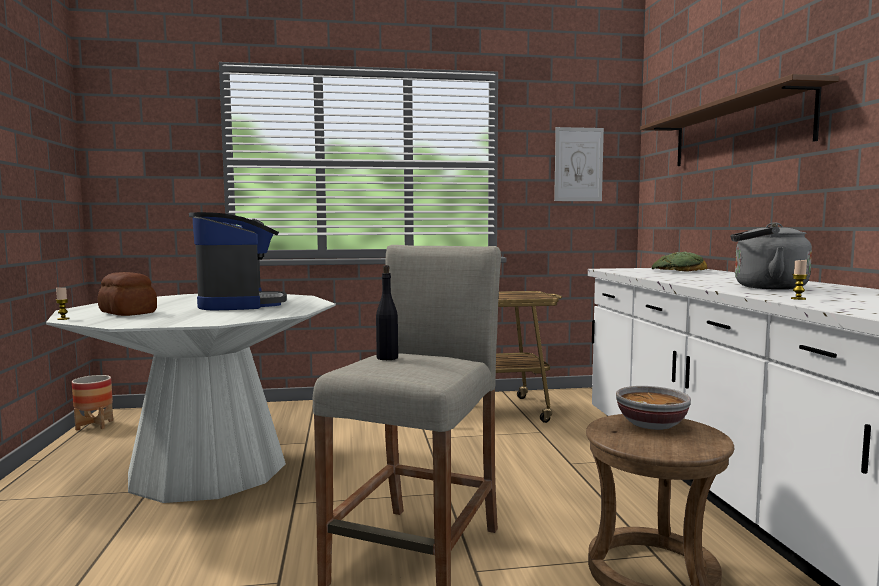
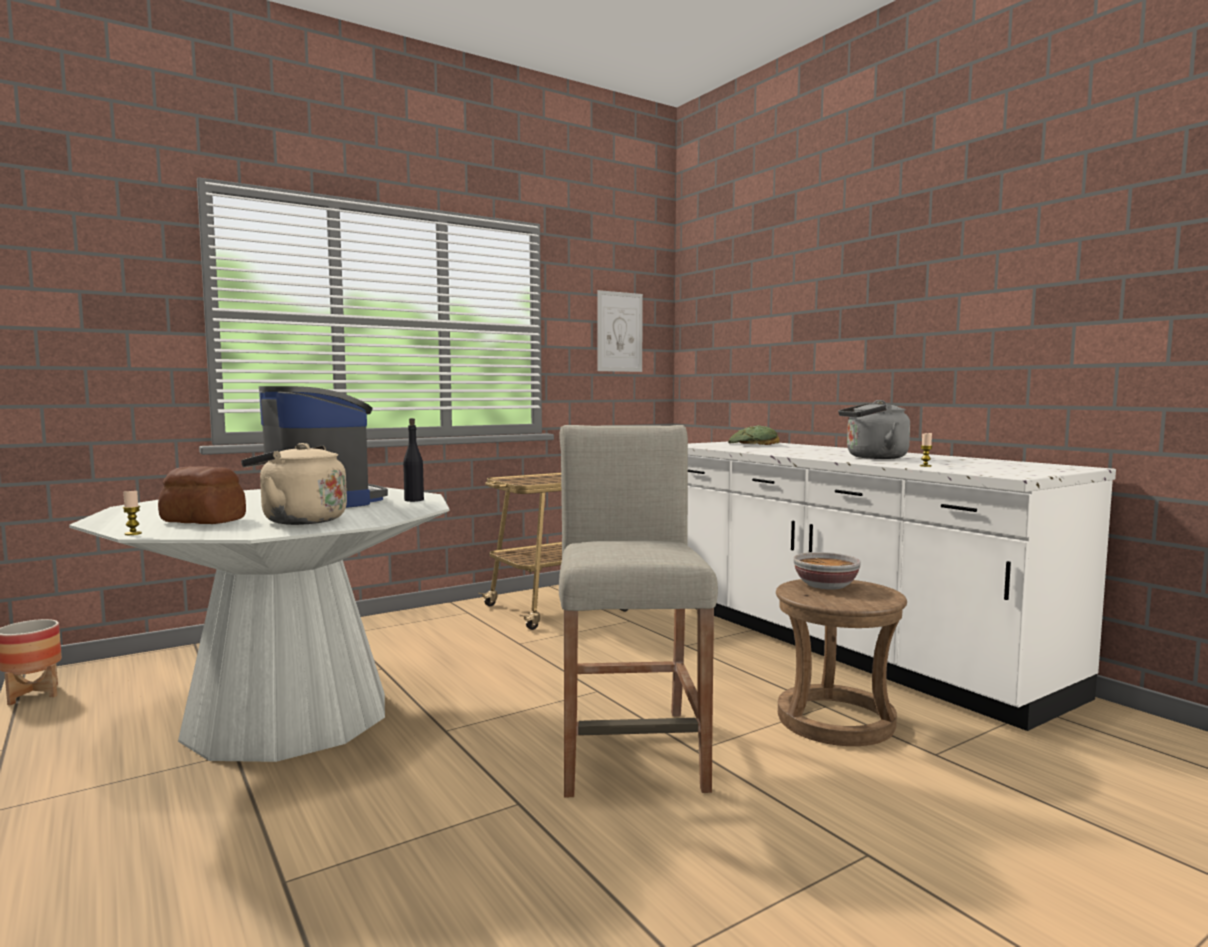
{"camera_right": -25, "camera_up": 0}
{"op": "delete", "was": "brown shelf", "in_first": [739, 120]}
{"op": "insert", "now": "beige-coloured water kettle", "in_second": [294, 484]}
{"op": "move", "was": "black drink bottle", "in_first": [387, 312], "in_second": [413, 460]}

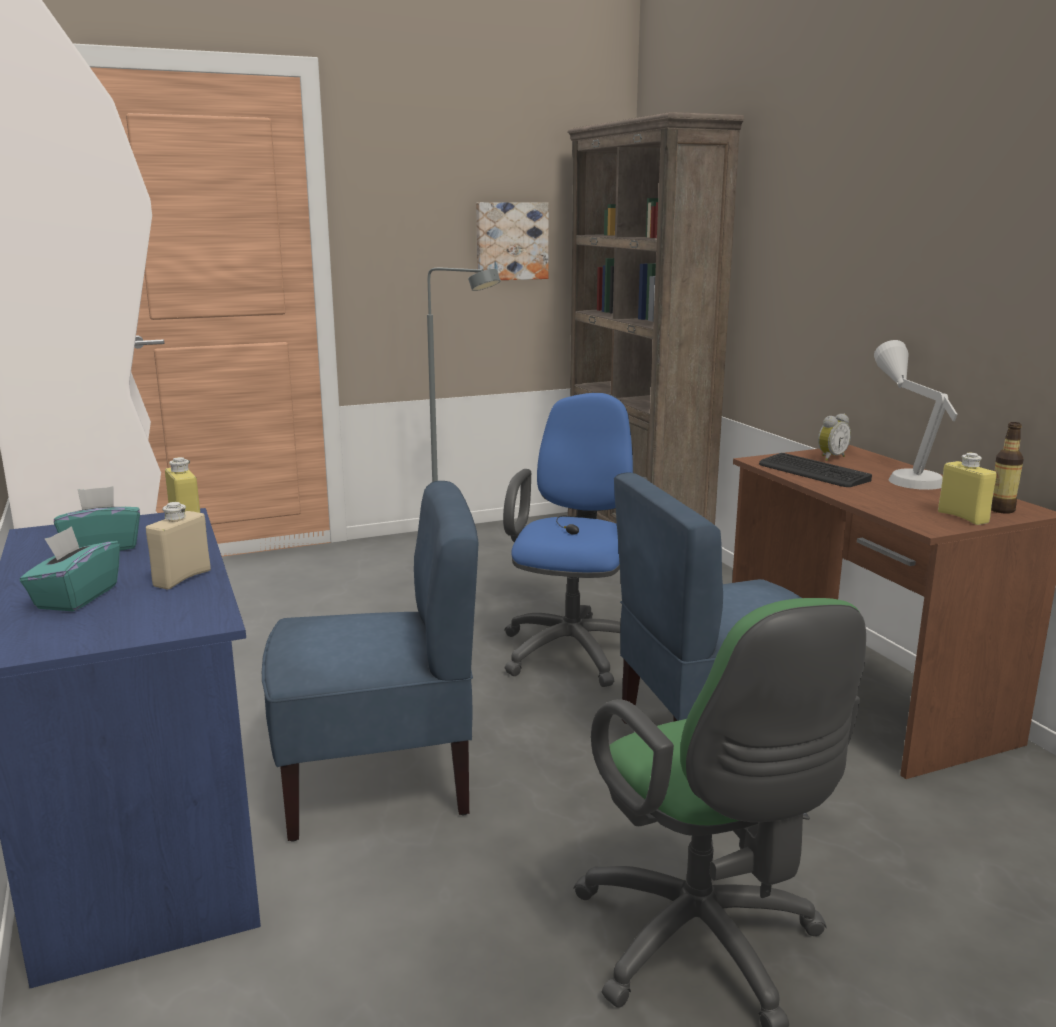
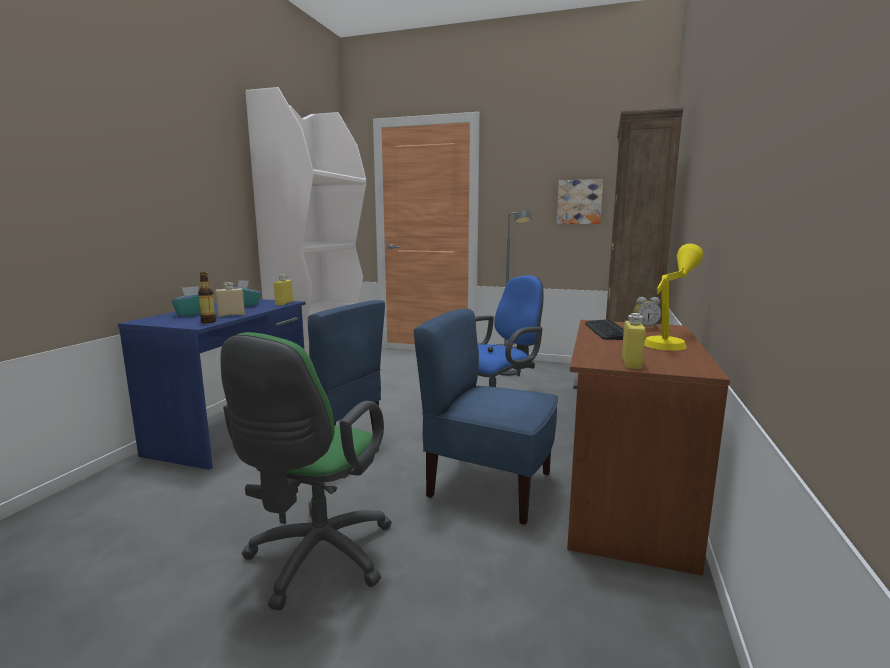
{"camera_right": 40, "camera_up": -5}
{"op": "move", "was": "drink bottle", "in_first": [1007, 468], "in_second": [207, 297]}
{"op": "recolor", "was": "gray table lamp", "now": "yellow-coloured table lamp", "in_first": [916, 415], "in_second": [674, 297]}

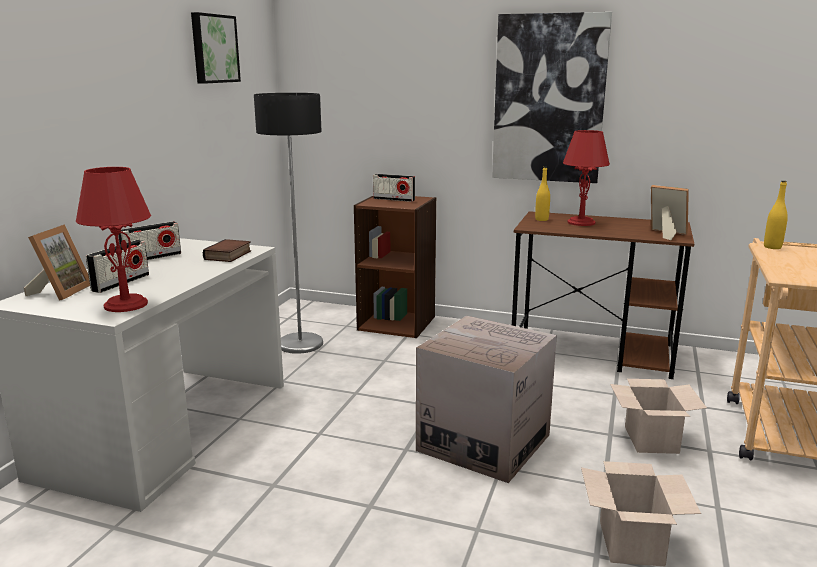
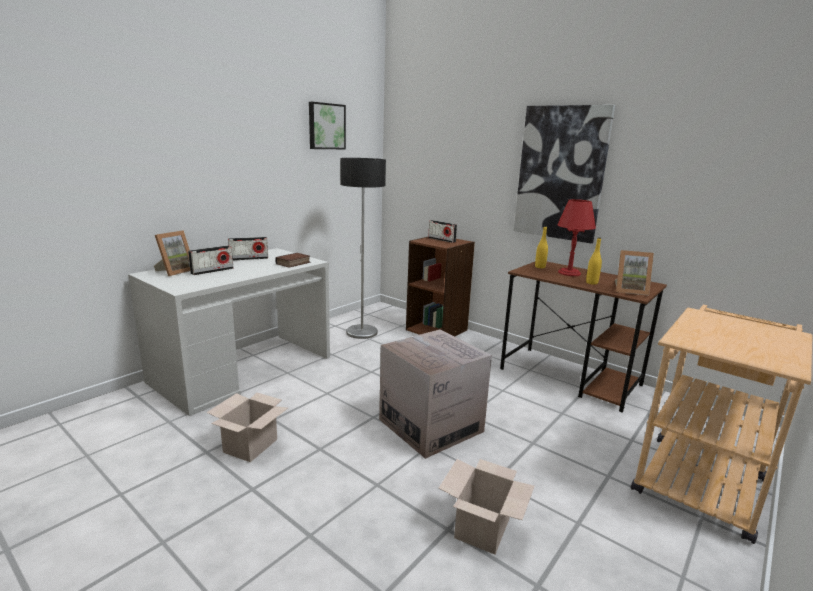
{"camera_right": 20, "camera_up": 0}
{"op": "delete", "was": "red-coloured table lamp", "in_first": [113, 239]}
{"op": "move", "was": "packing box", "in_first": [658, 416], "in_second": [247, 427]}
{"op": "move", "was": "yellow-coloured drink bottle", "in_first": [776, 215], "in_second": [594, 261]}
{"op": "rotate", "was": "picture frame", "in_first": [670, 212], "in_second": [634, 273], "clockwise": 135}

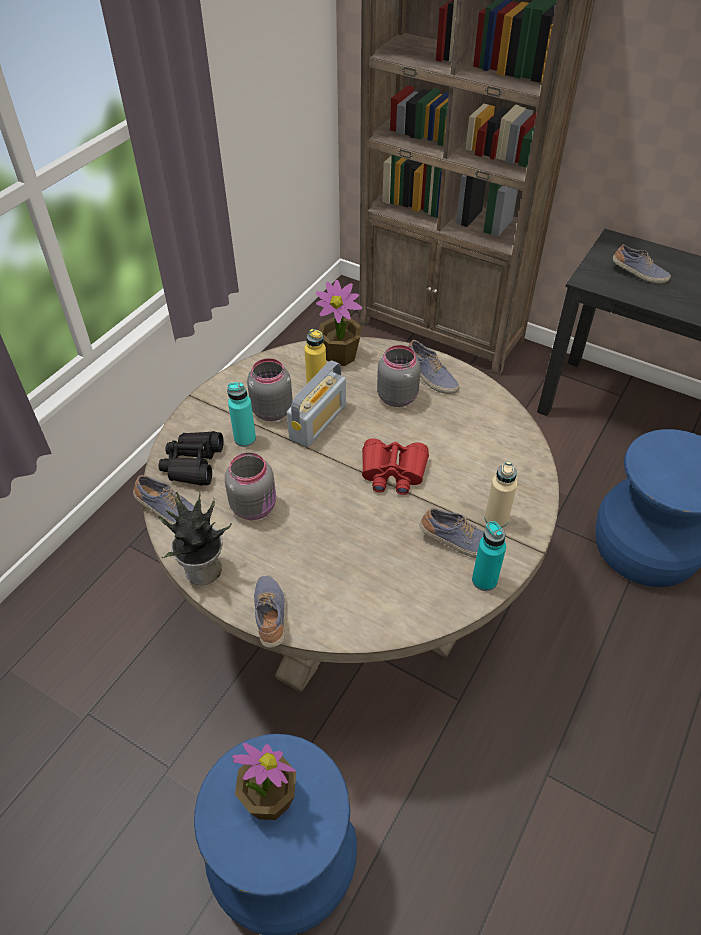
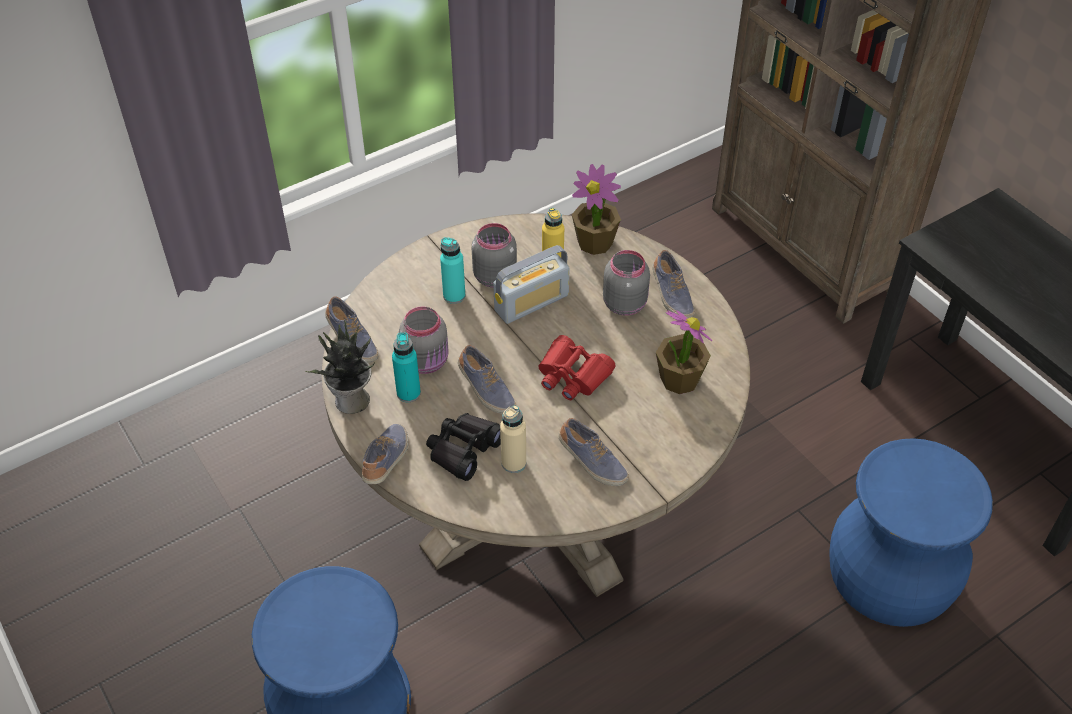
{"camera_right": 25, "camera_up": 0}
{"op": "move", "was": "black binoculars", "in_first": [191, 458], "in_second": [463, 447]}
{"op": "move", "was": "houseplant", "in_first": [264, 781], "in_second": [684, 352]}
{"op": "move", "was": "blue-green drink bottle", "in_first": [489, 556], "in_second": [406, 367]}
{"op": "move", "was": "beige-coloured drink bottle", "in_first": [501, 494], "in_second": [513, 439]}
{"op": "move", "was": "low shoe", "in_first": [642, 263], "in_second": [487, 379]}

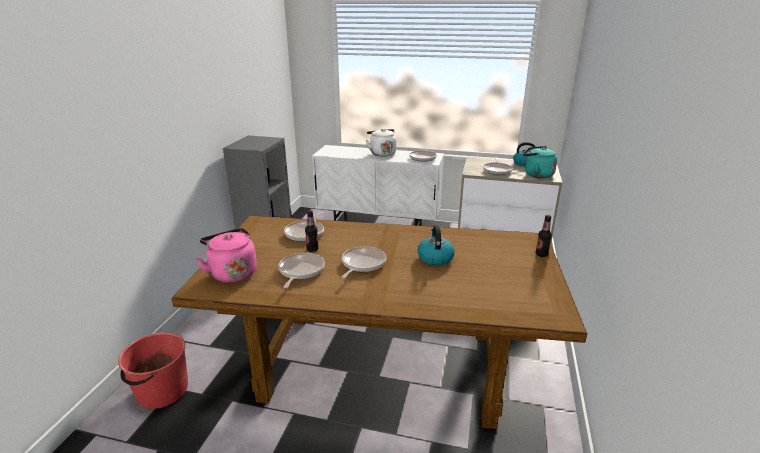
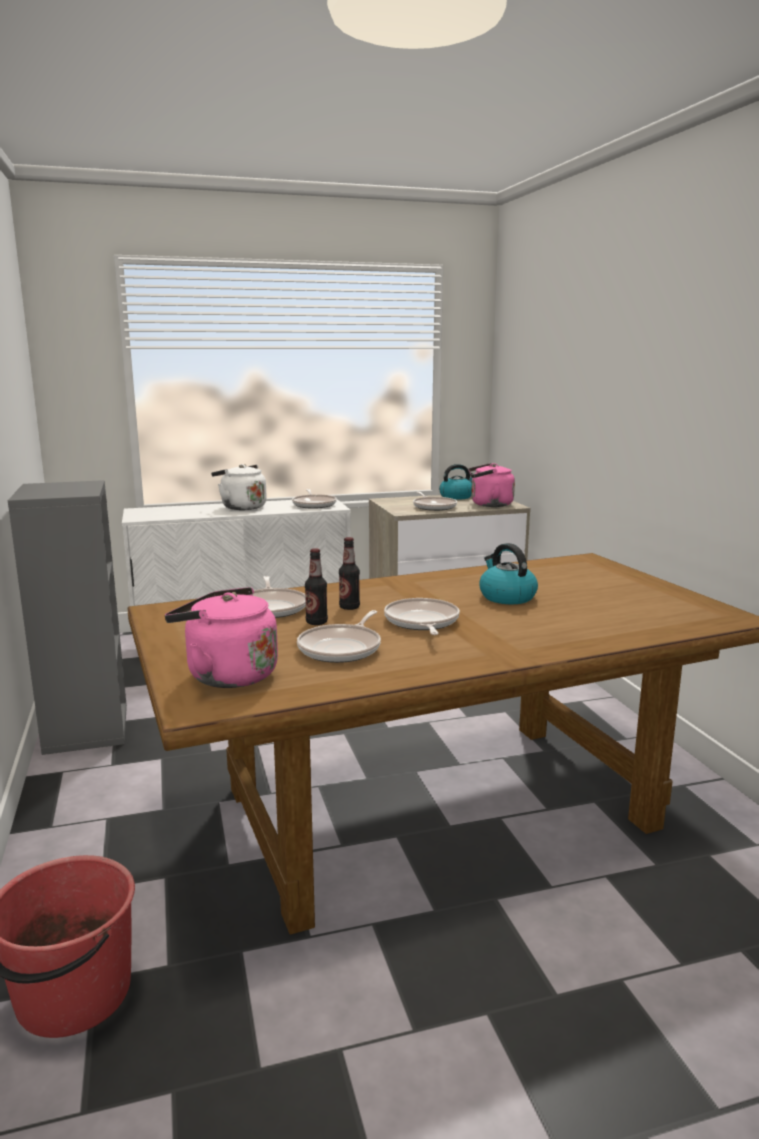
{"camera_right": -30, "camera_up": -10}
{"op": "move", "was": "drink bottle", "in_first": [543, 236], "in_second": [349, 573]}
{"op": "recolor", "was": "blue-green water kettle", "now": "pink water kettle", "in_first": [540, 162], "in_second": [491, 485]}
{"op": "rotate", "was": "pan", "in_first": [301, 270], "in_second": [339, 636], "clockwise": -135}

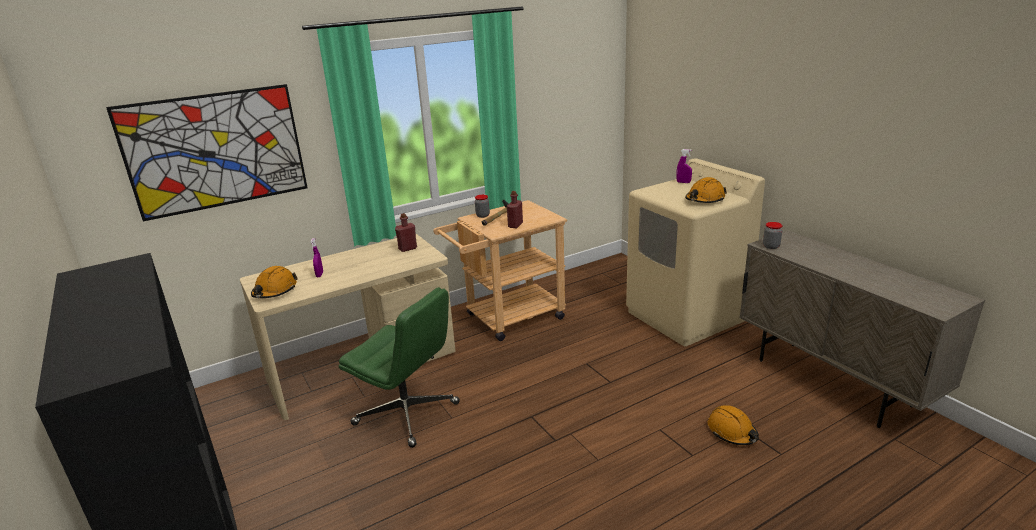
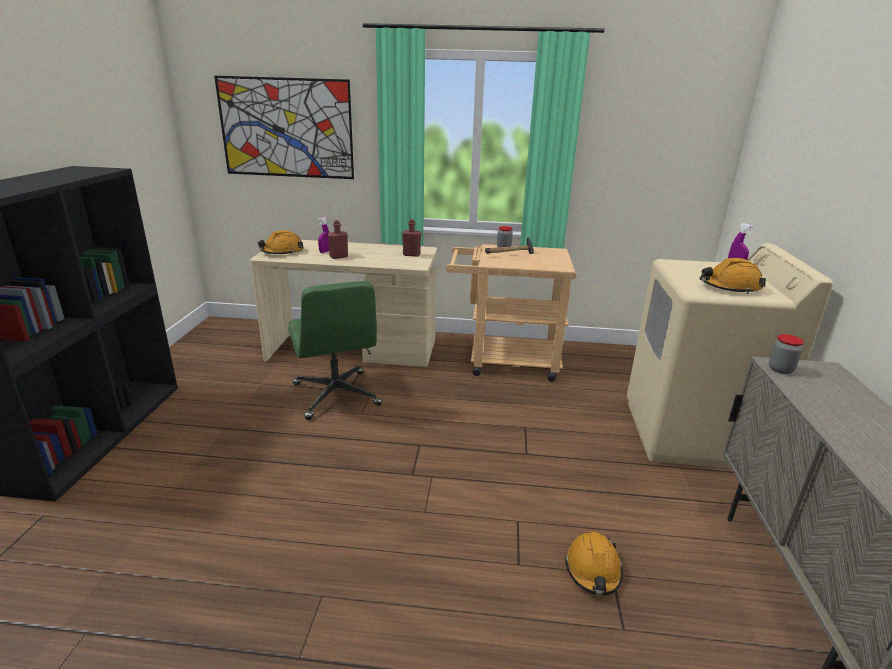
{"camera_right": 35, "camera_up": 0}
{"op": "move", "was": "red-coloured drink bottle", "in_first": [515, 209], "in_second": [338, 239]}

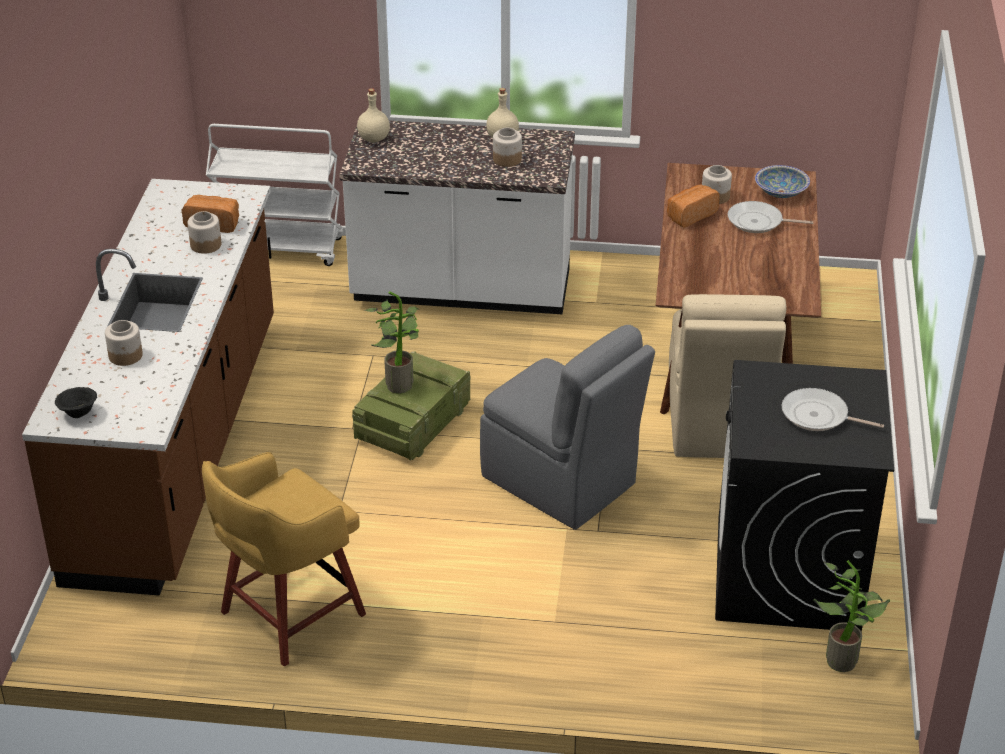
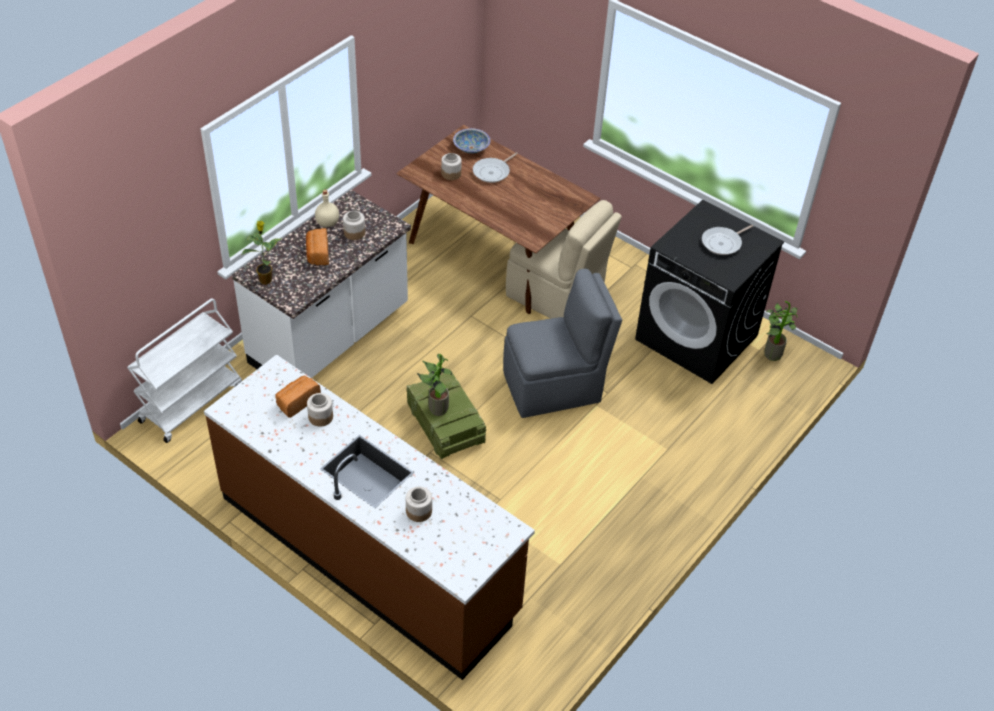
{"camera_right": -60, "camera_up": 10}
{"op": "delete", "was": "black deep dish", "in_first": [76, 402]}
{"op": "delete", "was": "yellow-coloured sitting stool", "in_first": [284, 559]}
{"op": "move", "was": "bakery bread", "in_first": [693, 205], "in_second": [317, 246]}
{"op": "replace", "was": "beige-coloured drink bottle", "now": "houseplant", "in_first": [373, 115], "in_second": [262, 253]}

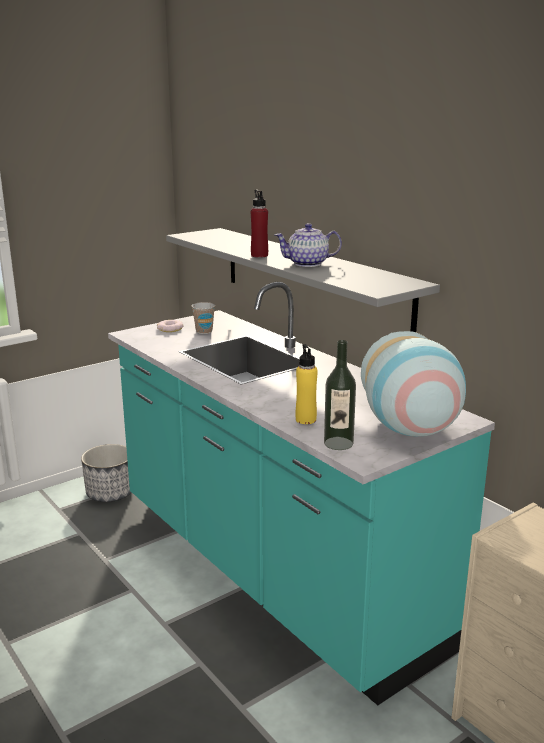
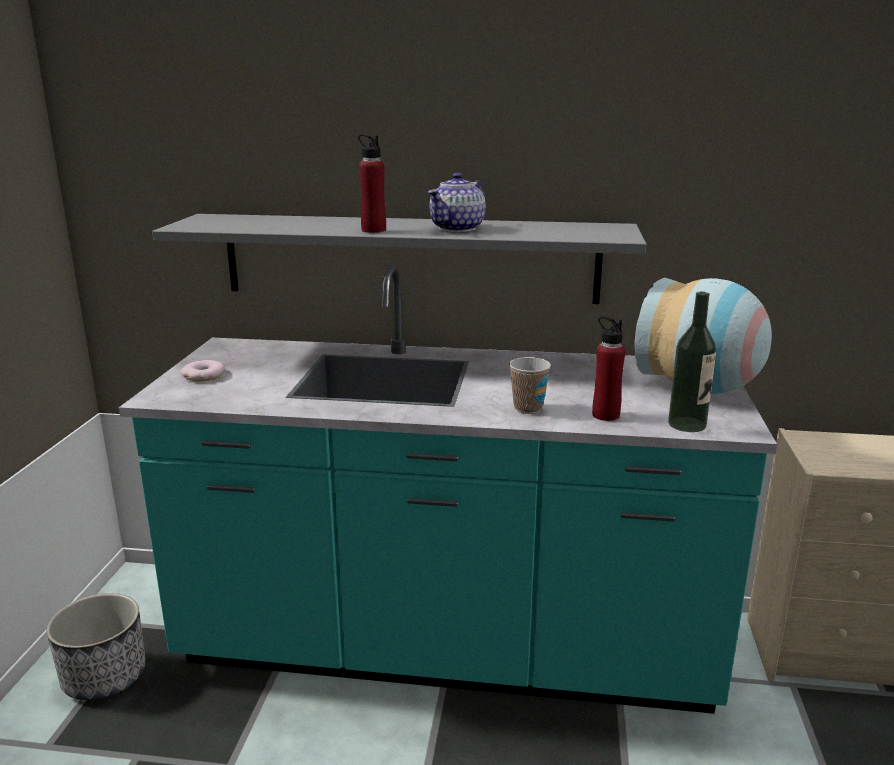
{"camera_right": -45, "camera_up": 0}
{"op": "move", "was": "cup", "in_first": [203, 318], "in_second": [530, 385]}
{"op": "recolor", "was": "yellow-coloured drink bottle", "now": "red-coloured drink bottle", "in_first": [306, 384], "in_second": [608, 368]}

